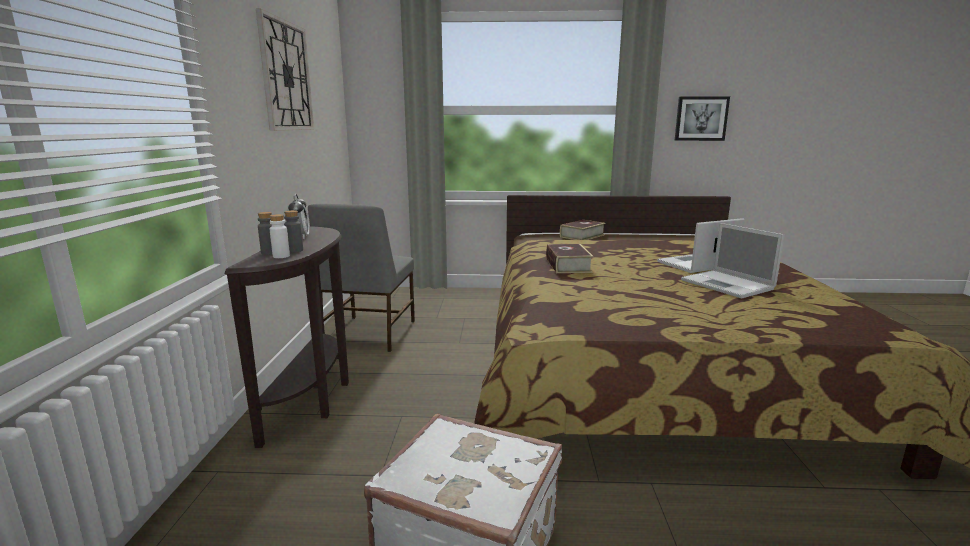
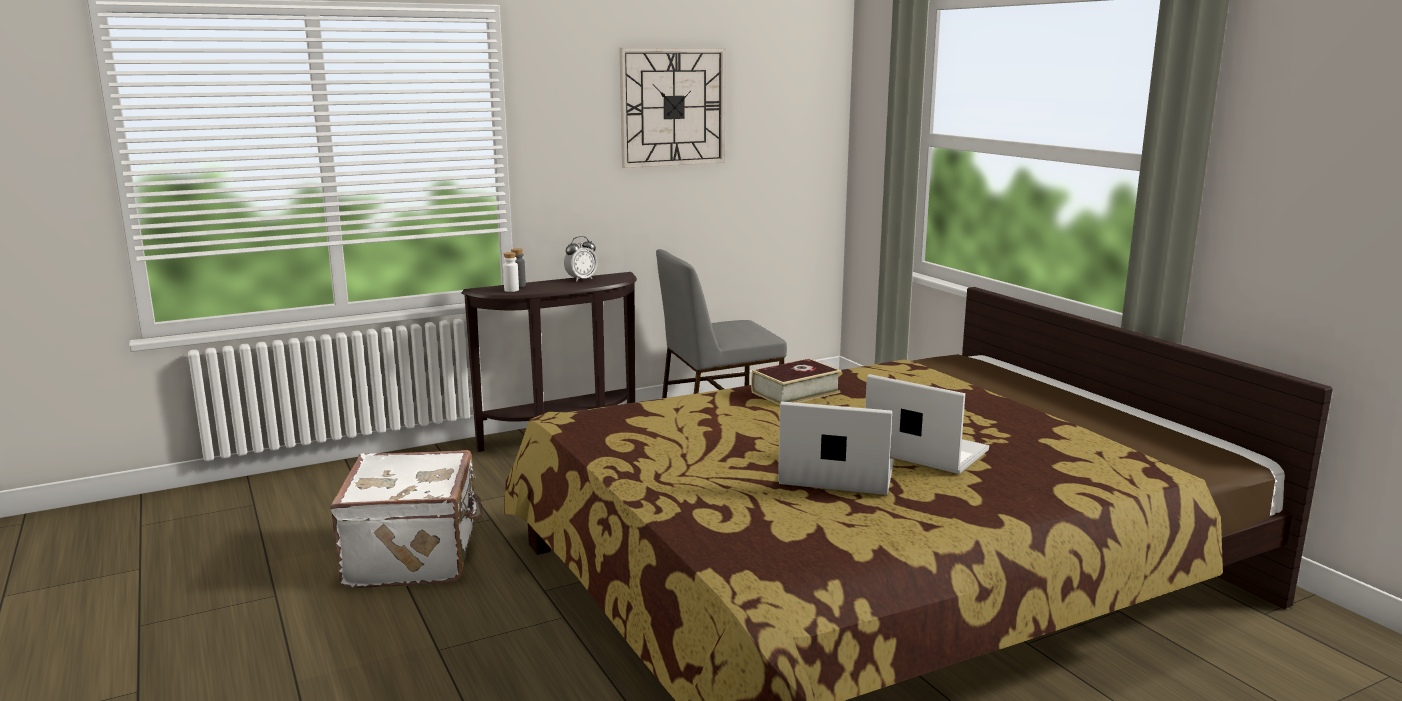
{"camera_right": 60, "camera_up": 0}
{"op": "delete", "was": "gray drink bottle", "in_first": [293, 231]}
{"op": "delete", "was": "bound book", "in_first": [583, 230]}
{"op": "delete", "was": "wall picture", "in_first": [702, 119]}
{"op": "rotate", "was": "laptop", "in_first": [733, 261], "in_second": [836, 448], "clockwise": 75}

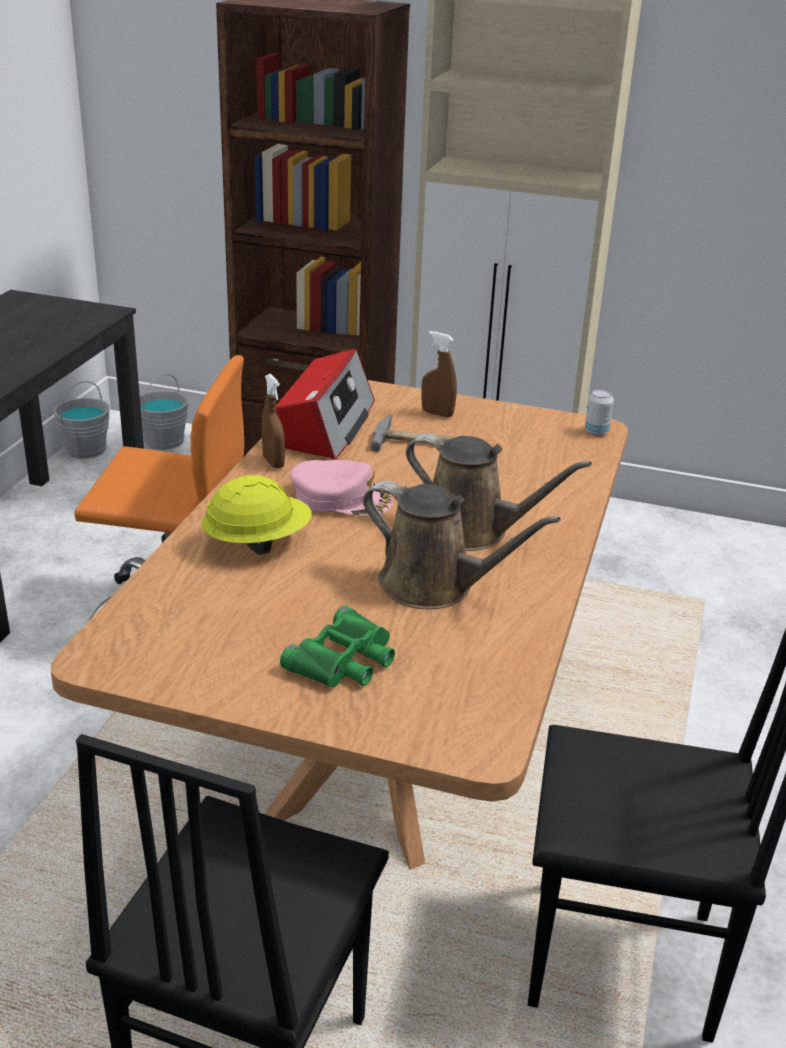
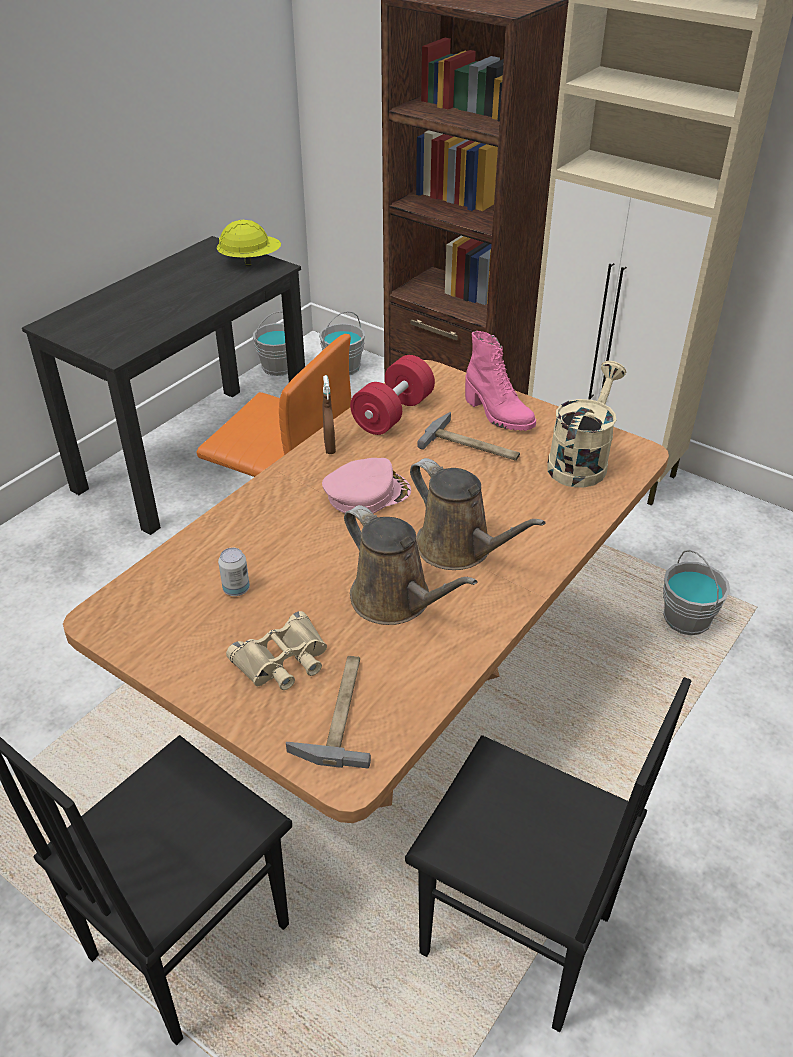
{"camera_right": 20, "camera_up": 10}
{"op": "insert", "now": "hand hammer", "in_second": [328, 712]}
{"op": "insert", "now": "beige-coloured sprinkling can", "in_second": [586, 424]}
{"op": "insert", "now": "gray bucket", "in_second": [696, 592]}
{"op": "move", "was": "yellow-coloured hard hat", "in_first": [256, 515], "in_second": [249, 243]}
{"op": "move", "was": "sealed can", "in_first": [599, 412], "in_second": [234, 572]}
{"op": "replace", "was": "radio", "now": "red-coloured hand weight", "in_first": [325, 404], "in_second": [392, 395]}
{"op": "replace", "was": "brown hand sprayer", "now": "pink tall boot", "in_first": [439, 374], "in_second": [500, 381]}
{"op": "recolor", "was": "green-coloured binoculars", "now": "beige-coloured binoculars", "in_first": [337, 647], "in_second": [276, 650]}
{"op": "rotate", "was": "pink peaked cap", "in_first": [341, 488], "in_second": [366, 486], "clockwise": -60}

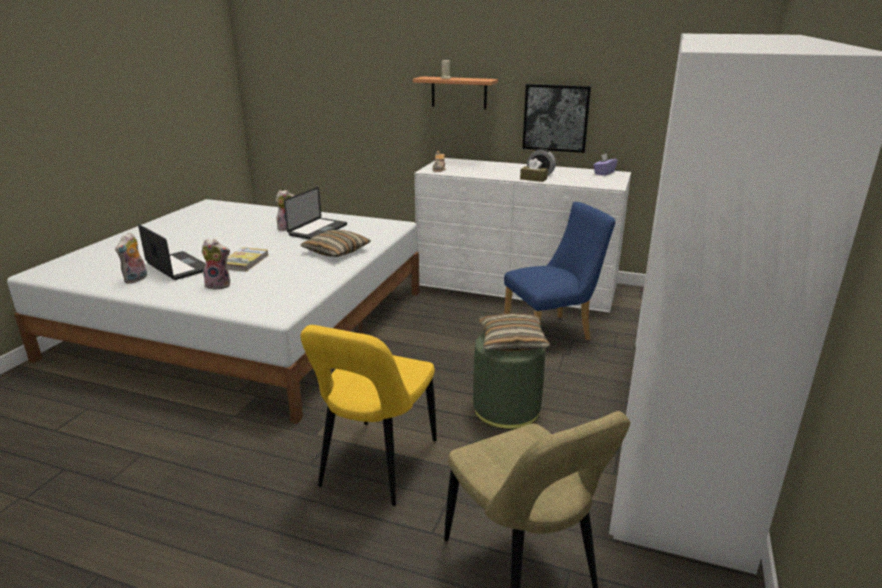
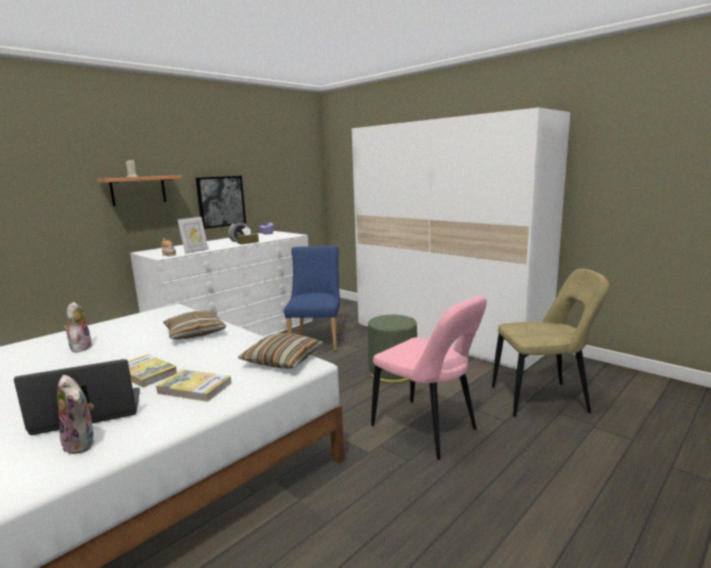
{"camera_right": -65, "camera_up": -10}
{"op": "delete", "was": "laptop", "in_first": [315, 213]}
{"op": "insert", "now": "picture frame", "in_second": [193, 235]}
{"op": "move", "was": "throw pillow", "in_first": [514, 332], "in_second": [280, 351]}
{"op": "replace", "was": "soft toy", "now": "bound book", "in_first": [215, 264], "in_second": [193, 386]}
{"op": "recolor", "was": "yellow-coloured chair", "now": "pink chair", "in_first": [369, 415], "in_second": [429, 377]}

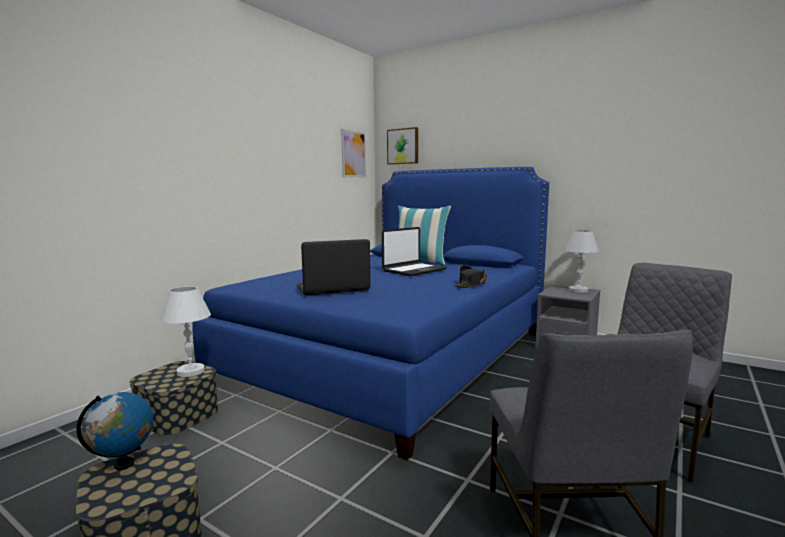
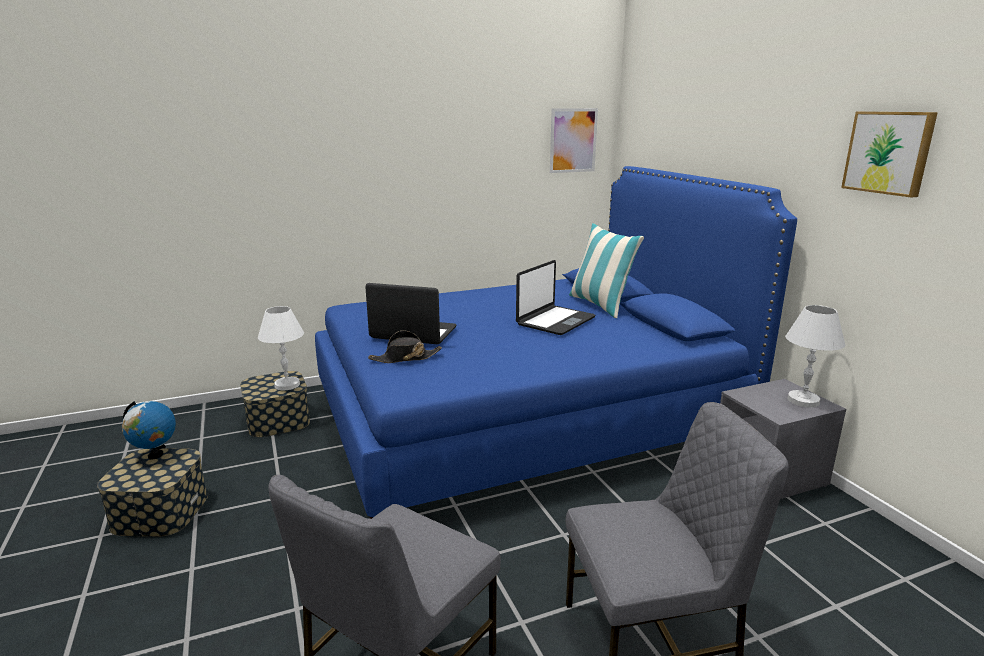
{"camera_right": 35, "camera_up": 10}
{"op": "move", "was": "wall picture", "in_first": [402, 146], "in_second": [889, 154]}
{"op": "move", "was": "black wearable hat", "in_first": [471, 276], "in_second": [405, 346]}
{"op": "rotate", "was": "laptop", "in_first": [414, 251], "in_second": [555, 297], "clockwise": -45}

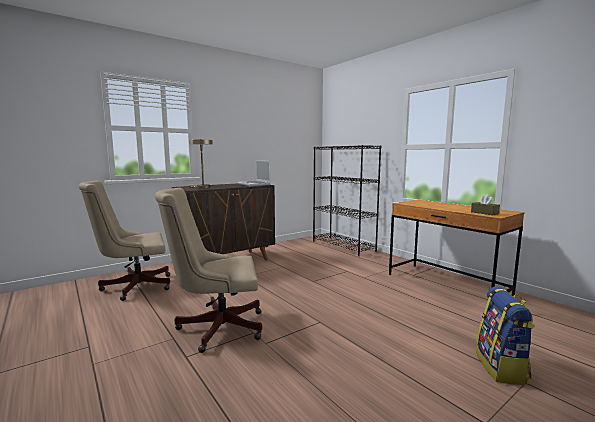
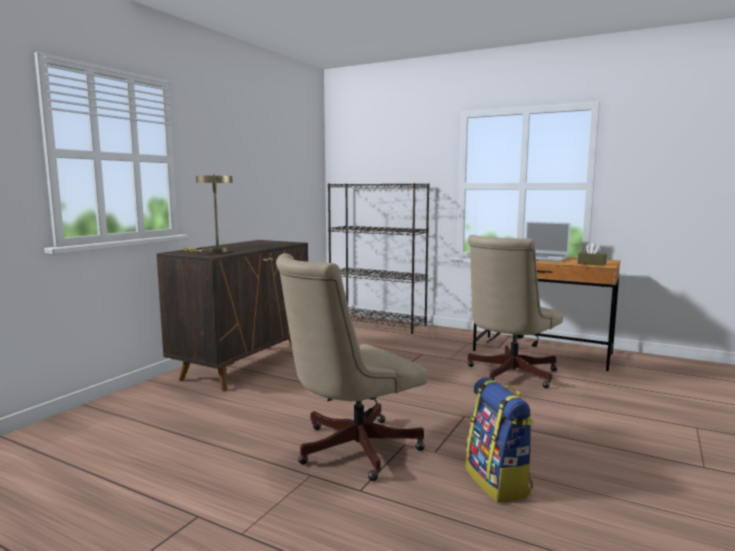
{"camera_right": -25, "camera_up": 0}
{"op": "move", "was": "beige-coloured office chair", "in_first": [124, 241], "in_second": [515, 311]}
{"op": "move", "was": "laptop", "in_first": [253, 173], "in_second": [548, 241]}
{"op": "move", "was": "knapsack", "in_first": [505, 335], "in_second": [500, 440]}

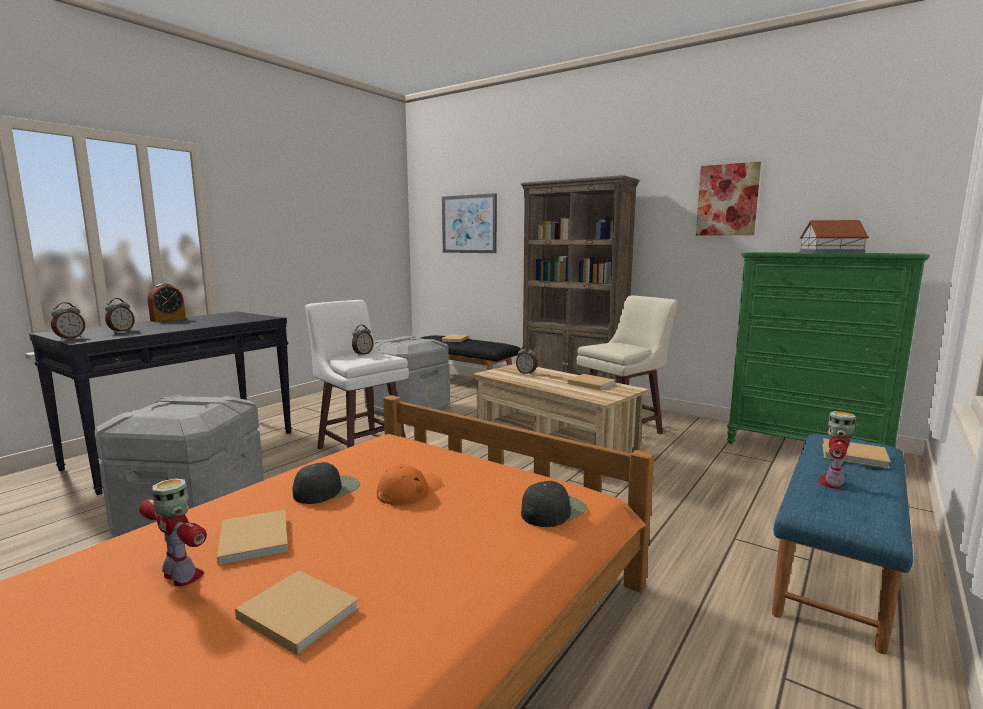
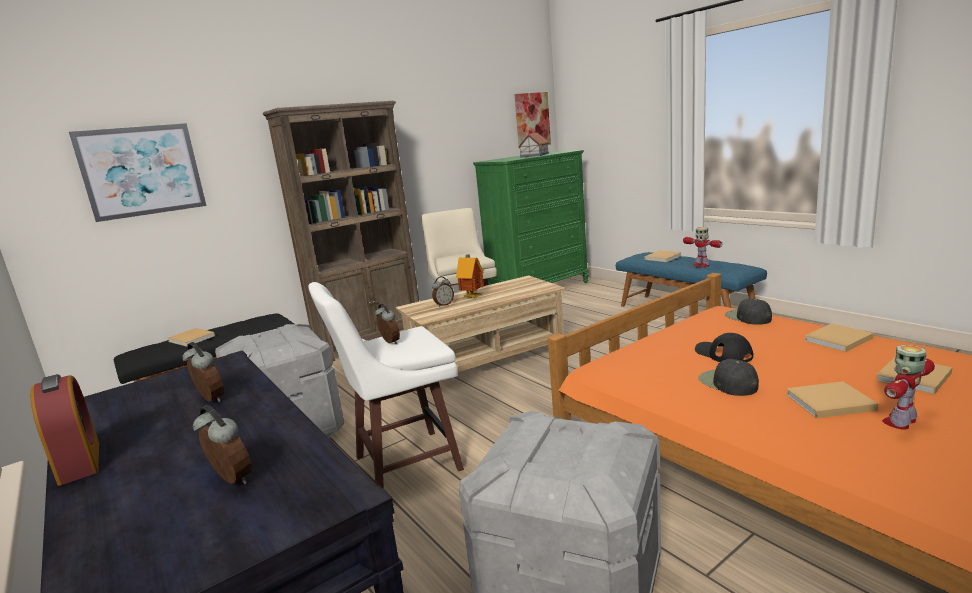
{"camera_right": -70, "camera_up": 5}
{"op": "insert", "now": "toy house", "in_second": [470, 276]}
{"op": "move", "was": "table clock", "in_first": [68, 321], "in_second": [203, 372]}
{"op": "move", "was": "beige-coloured bound book", "in_first": [591, 382], "in_second": [839, 337]}
{"op": "move", "was": "wall picture", "in_first": [728, 199], "in_second": [532, 120]}
{"op": "recolor", "was": "orange-coloured peaked cap", "now": "black peaked cap", "in_first": [410, 485], "in_second": [724, 347]}

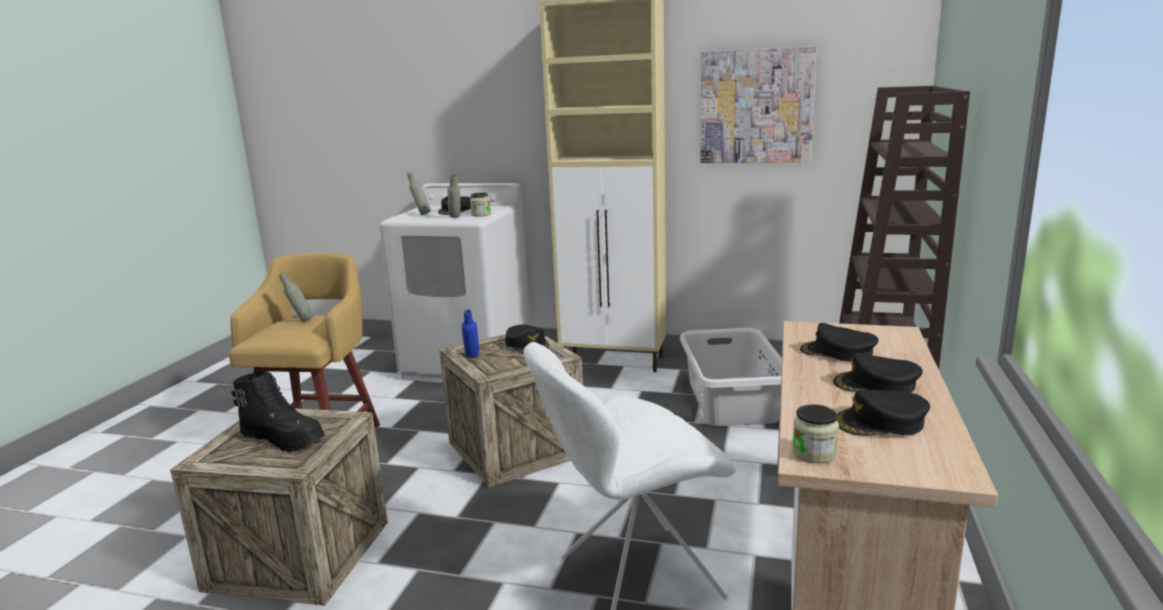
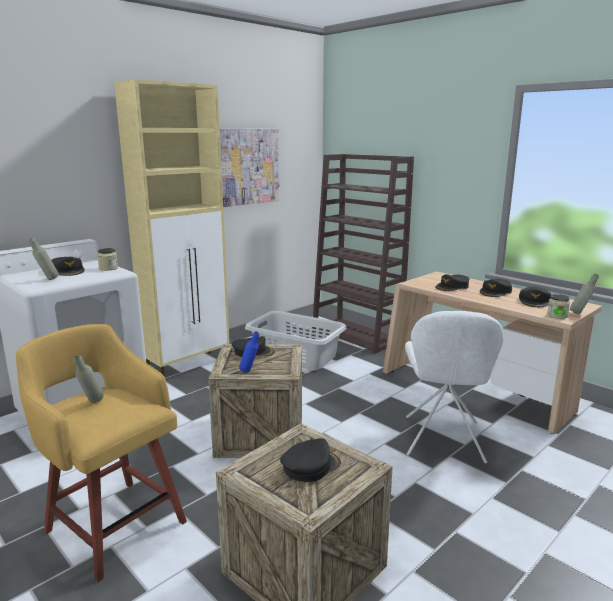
{"camera_right": -60, "camera_up": 0}
{"op": "move", "was": "gray drink bottle", "in_first": [453, 196], "in_second": [584, 293]}
{"op": "replace", "was": "black tall boot", "now": "black peaked cap", "in_first": [278, 411], "in_second": [310, 460]}

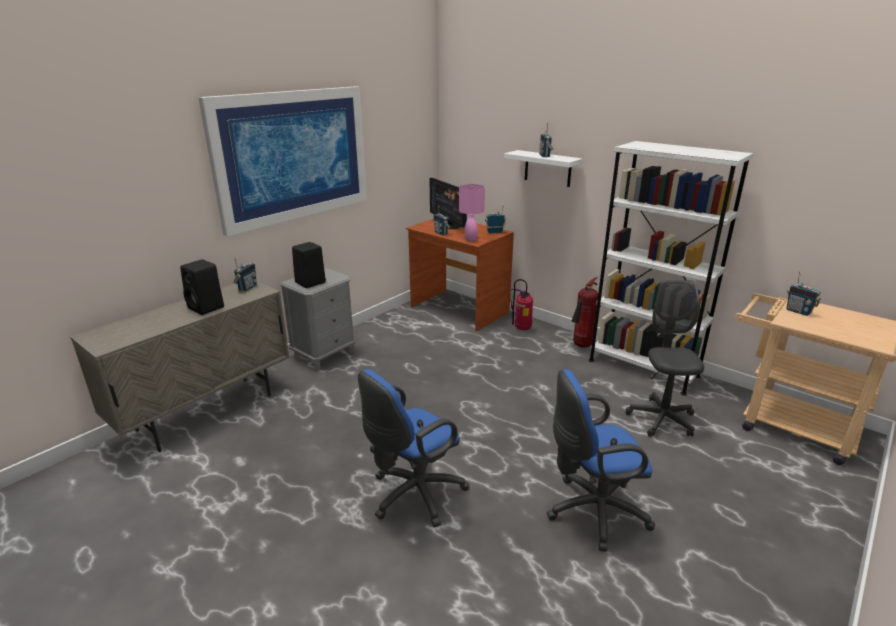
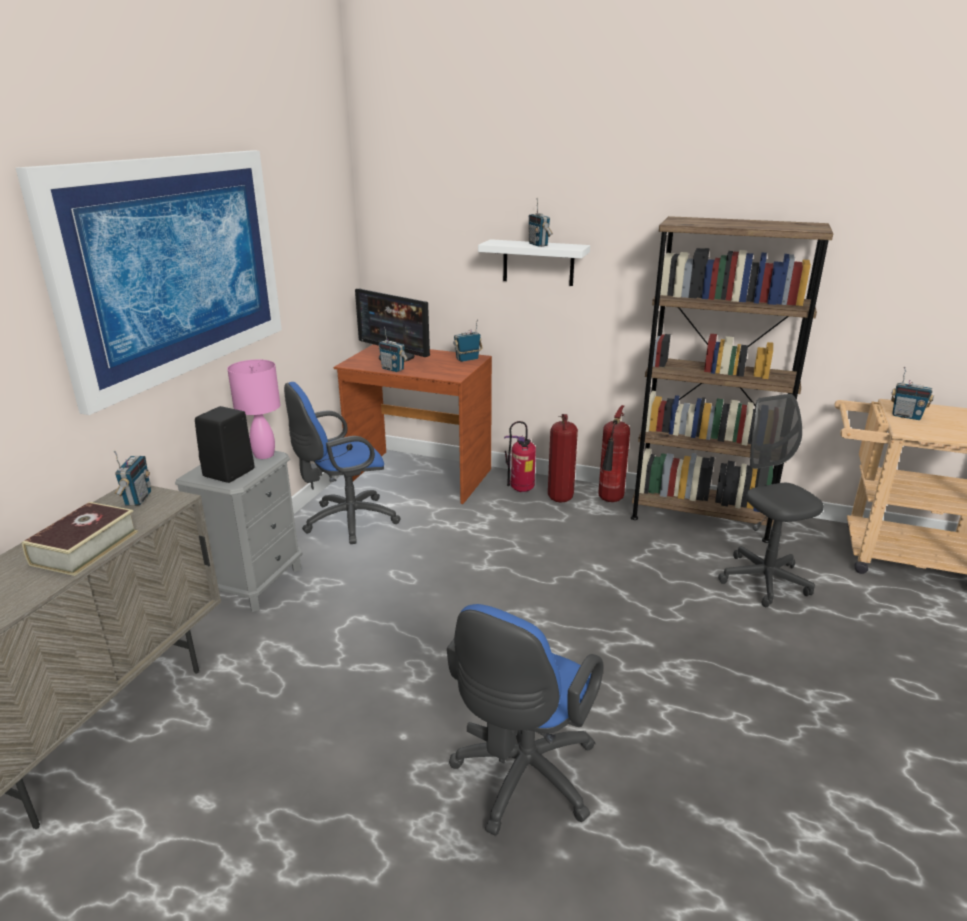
{"camera_right": -20, "camera_up": 0}
{"op": "insert", "now": "fire extinguisher", "in_second": [563, 458]}
{"op": "move", "was": "pink table lamp", "in_first": [472, 213], "in_second": [253, 409]}
{"op": "move", "was": "bluish office chair", "in_first": [601, 460], "in_second": [342, 463]}
{"op": "replace", "was": "black audio speaker", "now": "bound book", "in_first": [202, 287], "in_second": [80, 539]}
{"op": "recolor", "was": "white-coloured bookshelf", "now": "brown bookshelf", "in_first": [671, 268], "in_second": [732, 379]}

